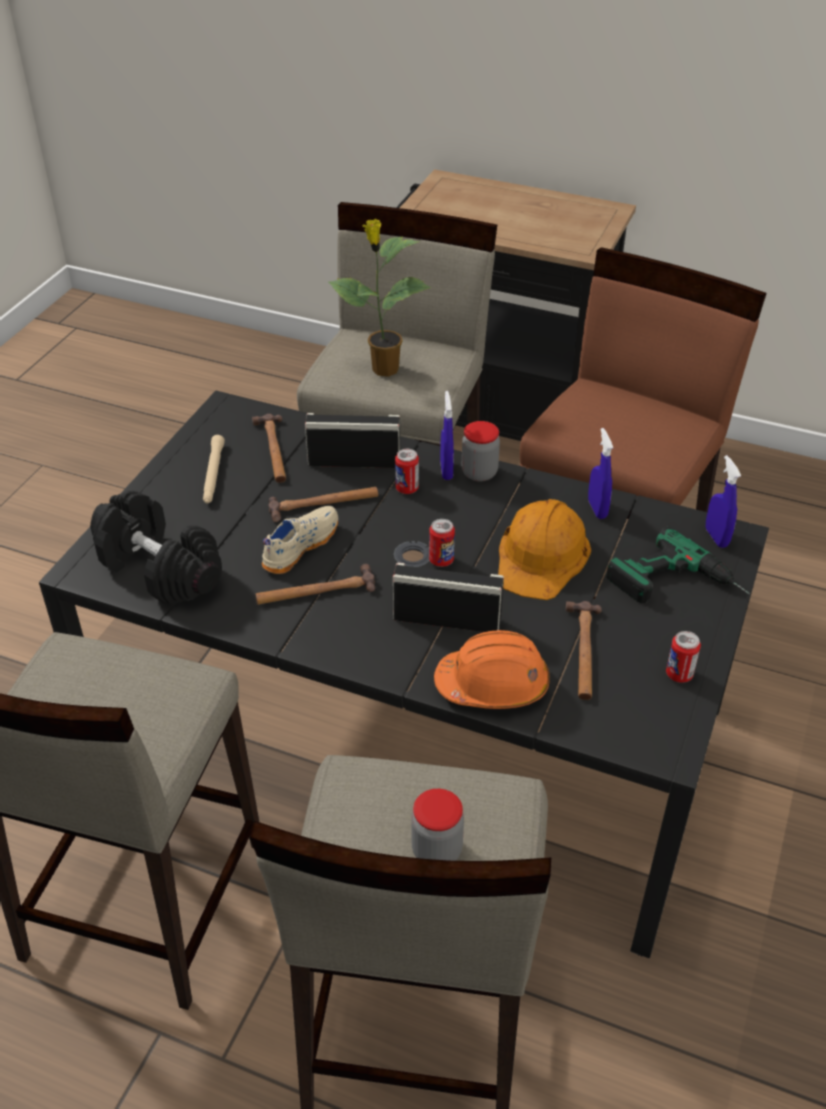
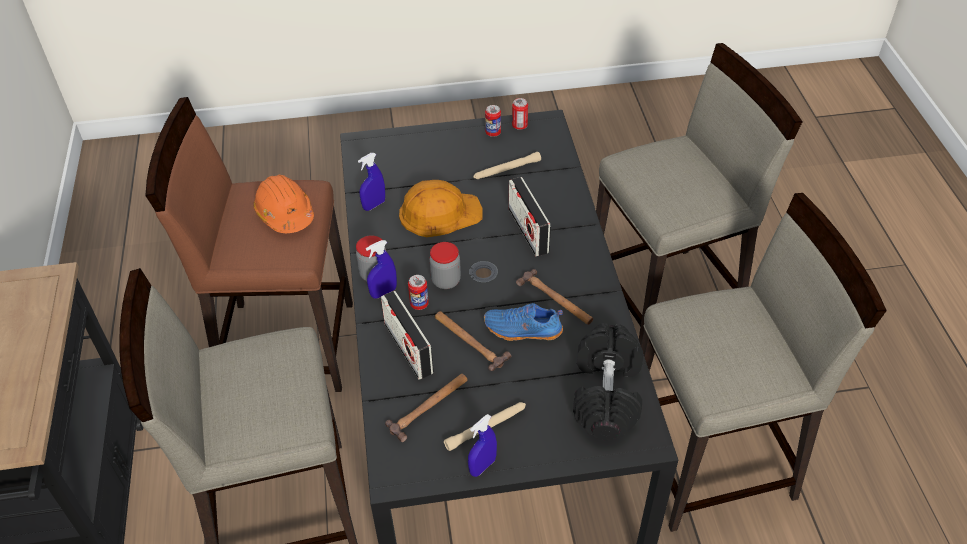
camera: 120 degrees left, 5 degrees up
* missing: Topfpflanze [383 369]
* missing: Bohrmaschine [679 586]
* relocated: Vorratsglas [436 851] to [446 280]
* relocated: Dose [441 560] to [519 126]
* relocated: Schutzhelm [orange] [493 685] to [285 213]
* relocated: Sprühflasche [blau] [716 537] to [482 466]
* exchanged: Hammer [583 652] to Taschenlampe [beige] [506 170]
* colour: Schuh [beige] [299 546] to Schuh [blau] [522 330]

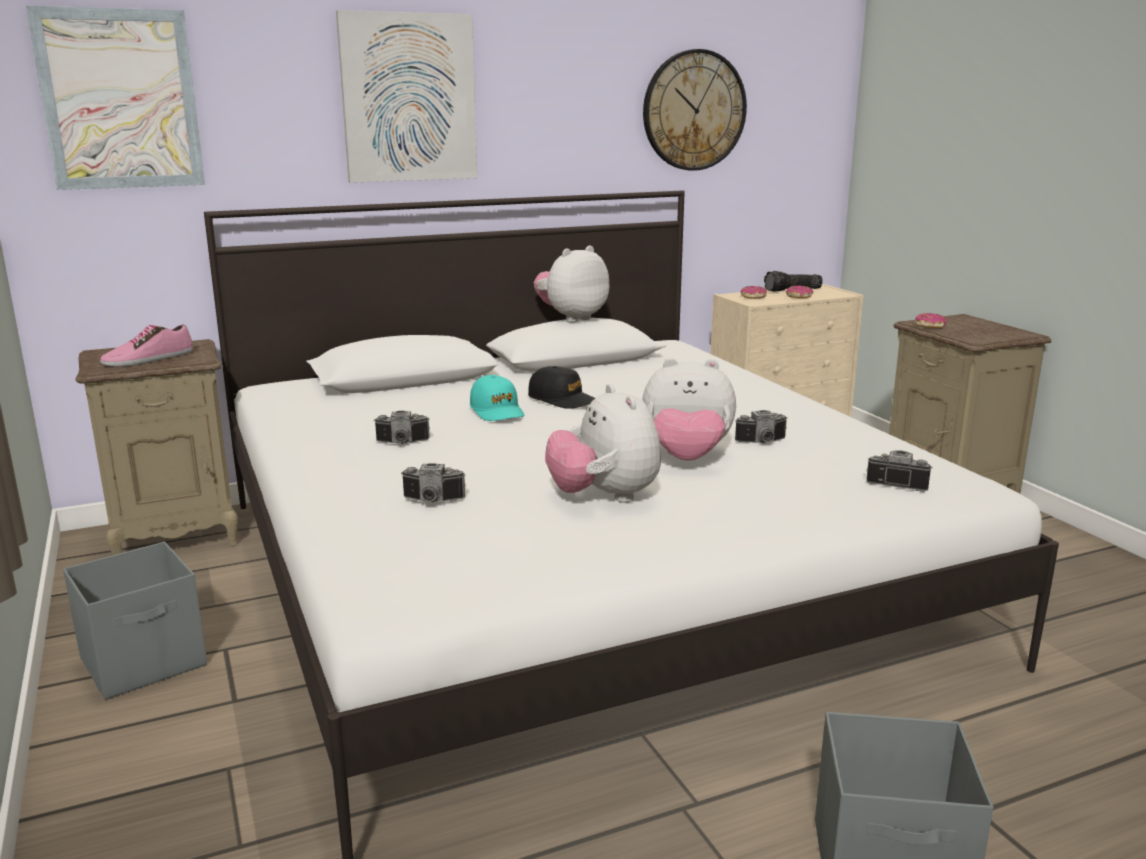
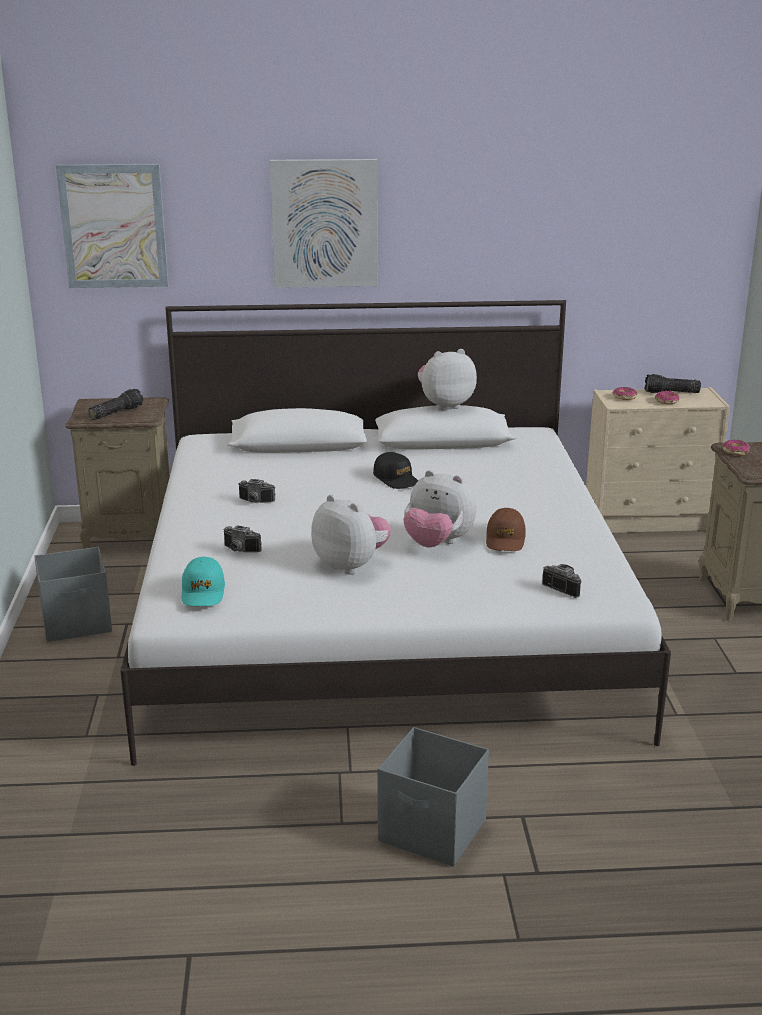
camera: 20 degrees right, 5 degrees up
* missing: Wanduhr [694 110]
* relocated: Kappe [türkis] [497 411] to [203 592]
* exchanged: Schuh [148 359] to Taschenlampe [116 412]
* exchanged: Kamera [763 442] to Kappe [braun] [505 539]
* spun: Plüschtier [604 497] = [351 565] 135 degrees clockwise

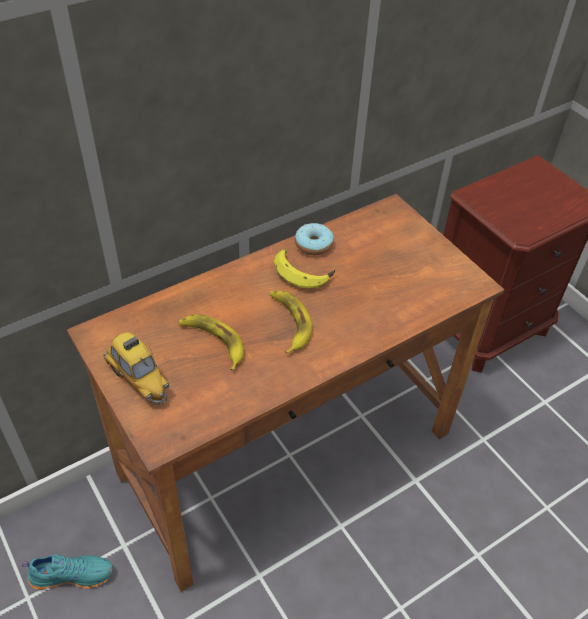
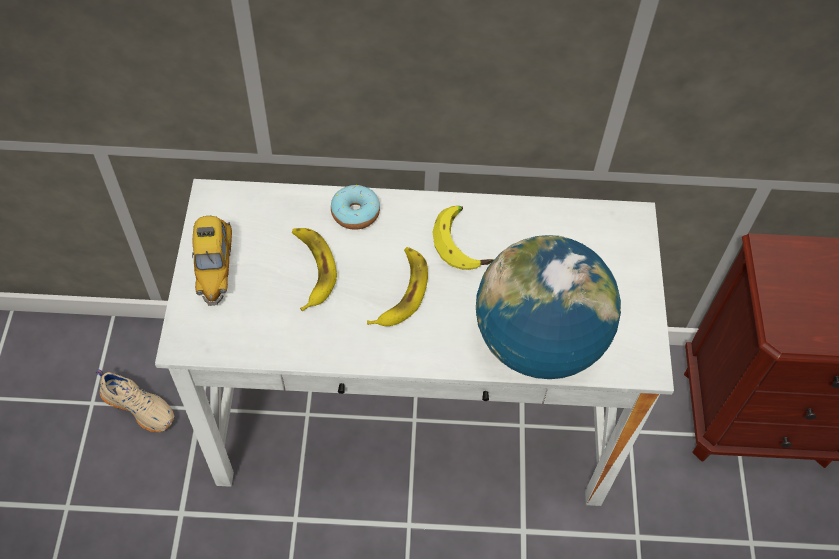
camera: 35 degrees right, 10 degrees up
* appeared: Globus [538 342]
* relocated: Donut [313 245] to [355 213]
* colour: Schuh [türkis] [72 574] to Schuh [beige] [140 406]
* colour: Schreibtisch [braun] [286 452] to Schreibtisch [weiß] [413 416]

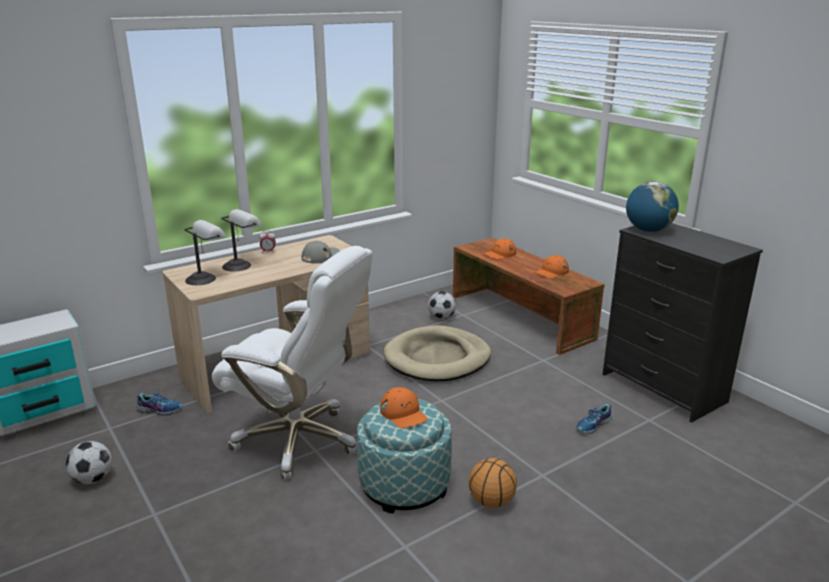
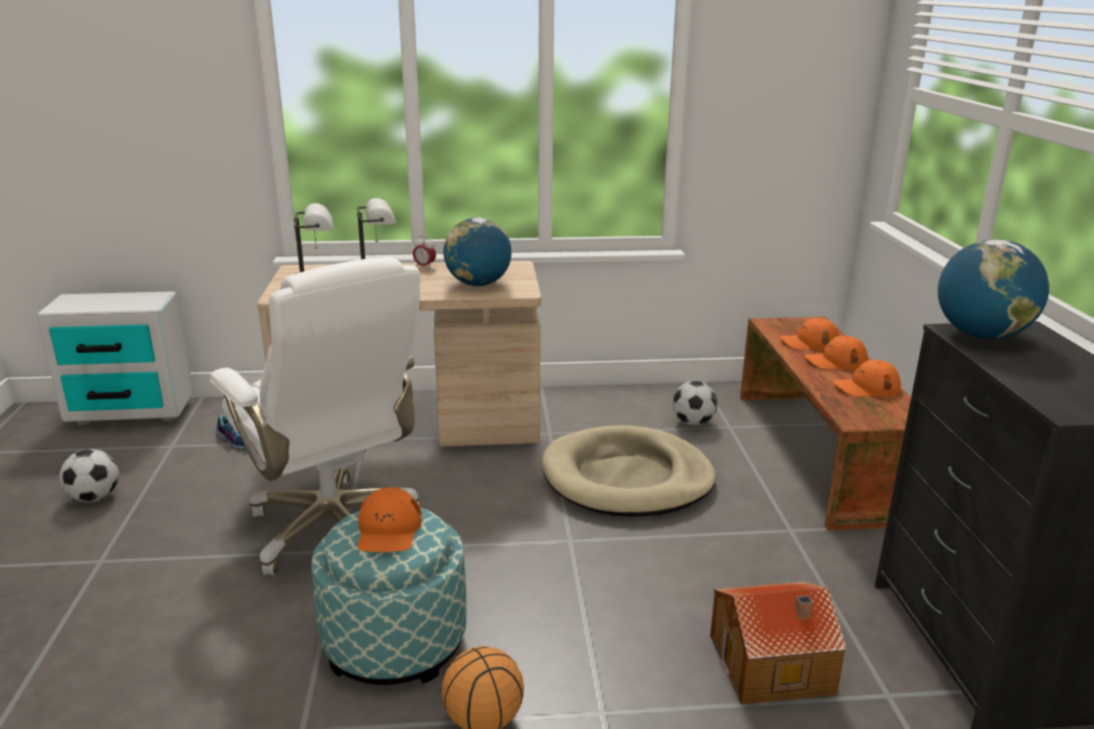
camera: 30 degrees right, 0 degrees up
* appeared: Kappe [orange] [835 361]
* exchanged: Kappe [grau] [321 256] to Globus [478 284]
* exchanged: Schuh [593 425] to Spielzeughaus [773 665]

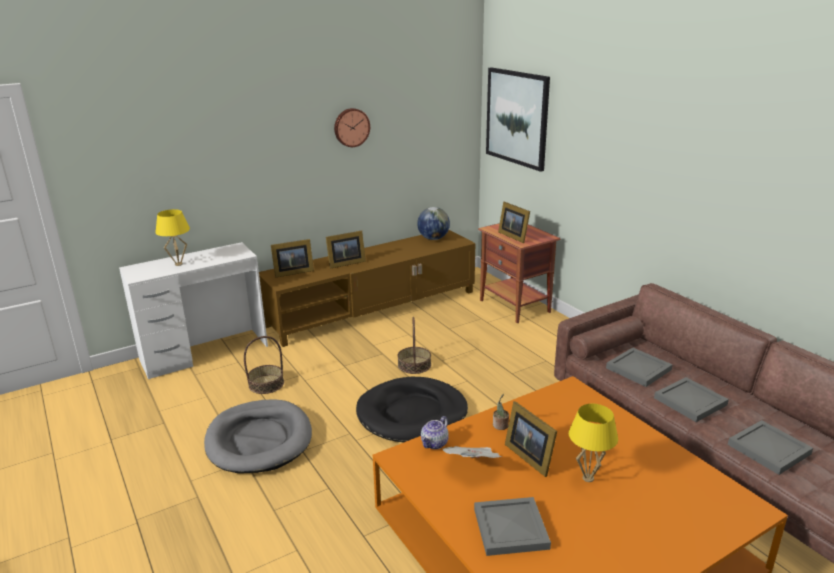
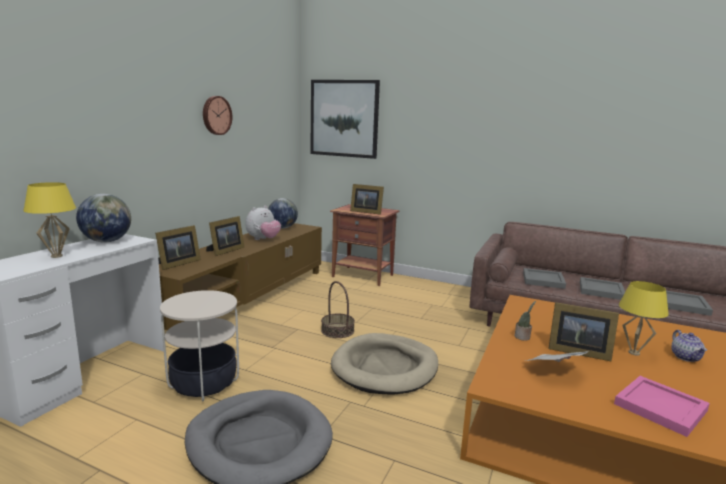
camera: 35 degrees left, 10 degrees down
* appeared: Globus [107 241]
* appeared: Plüschtier [263 239]
* relocated: Teekanne [434 444] to [686 357]
* exchanged: Korb [266 384] to Beistelltisch [beige] [204 385]
* colour: Hundebett [schwarz] [412 414] to Hundebett [beige] [385 367]
* colour: Tablett [grau] [511 527] to Tablett [rosa] [659 406]

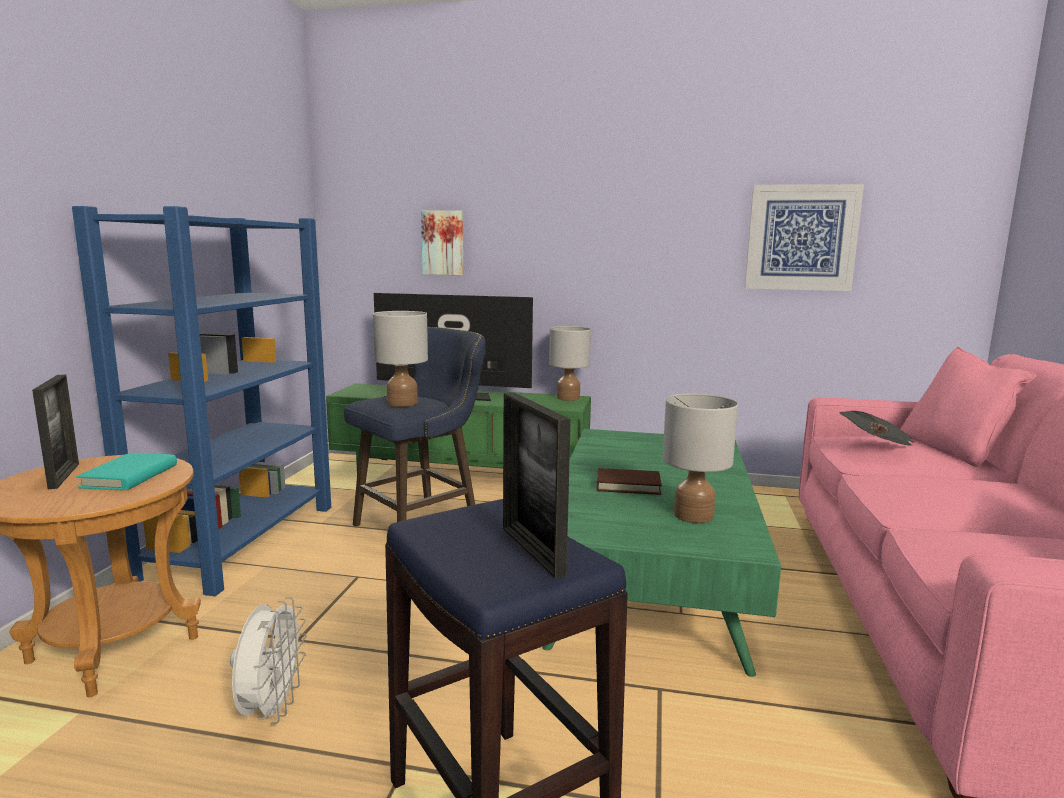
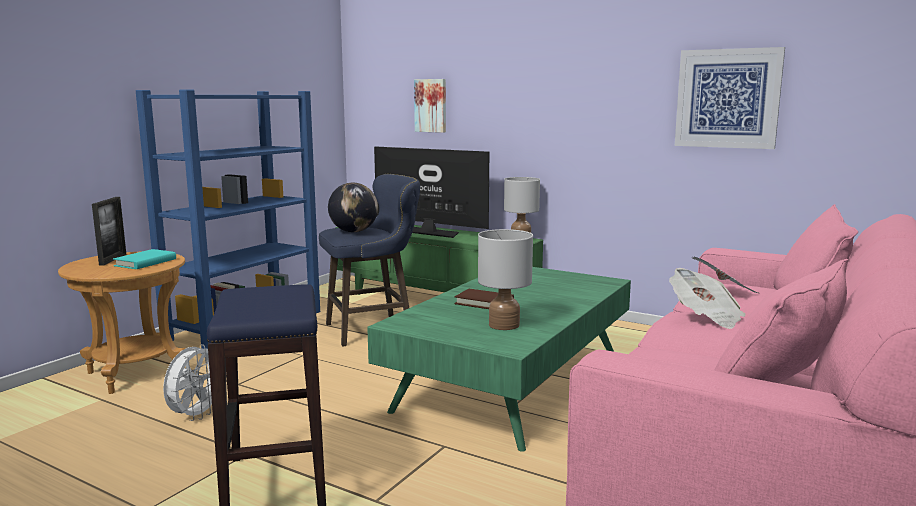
camera: 20 degrees right, 0 degrees up
* missing: Bilderrahmen [532 550]
* appeared: Zeitung [705 317]
* exchanged: Tischlampe [grau] [402 403] to Globus [354 231]

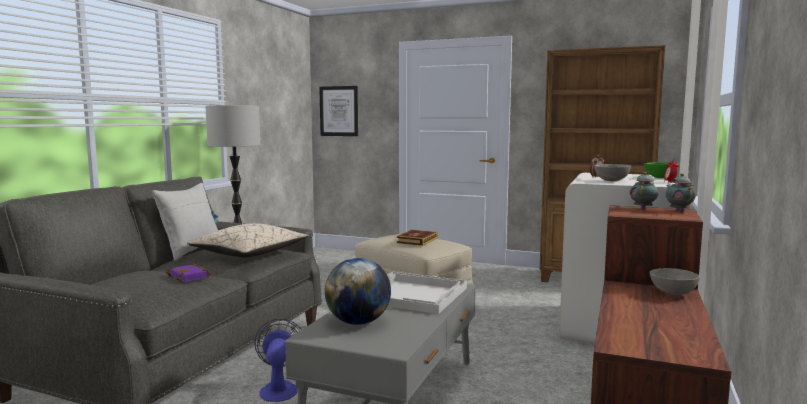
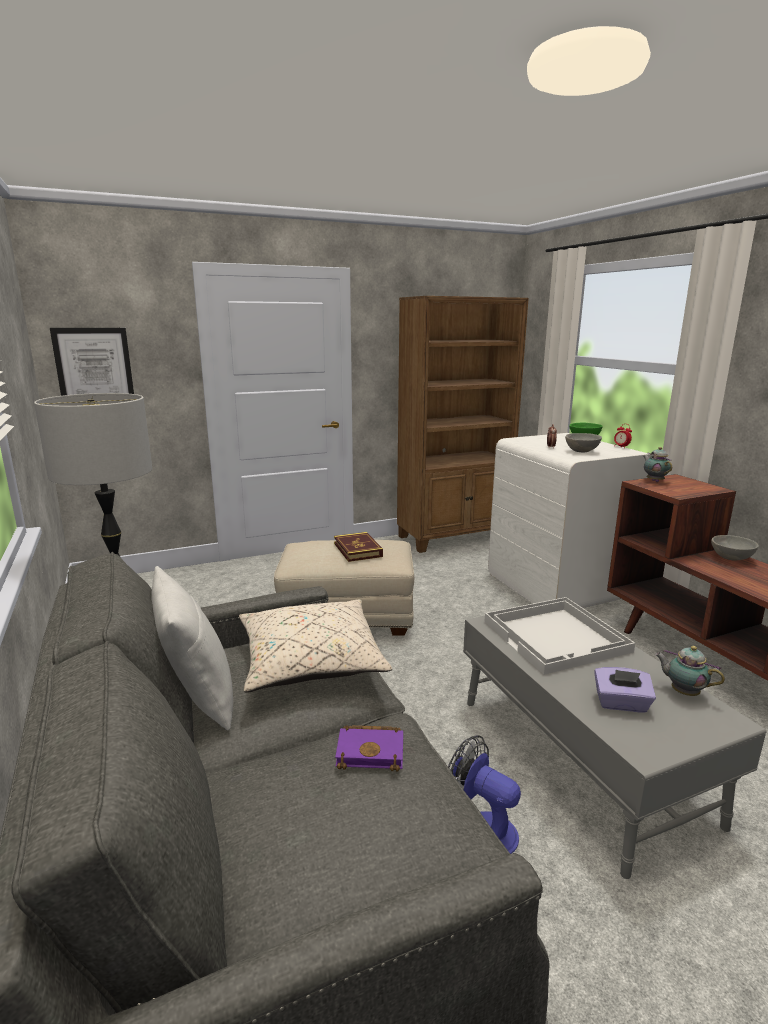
camera: 45 degrees left, 10 degrees up
* relocated: Teekanne [678 211] to [682 692]
* exchanged: Globus [358 322] to Taschentuchbox [lila] [621 703]

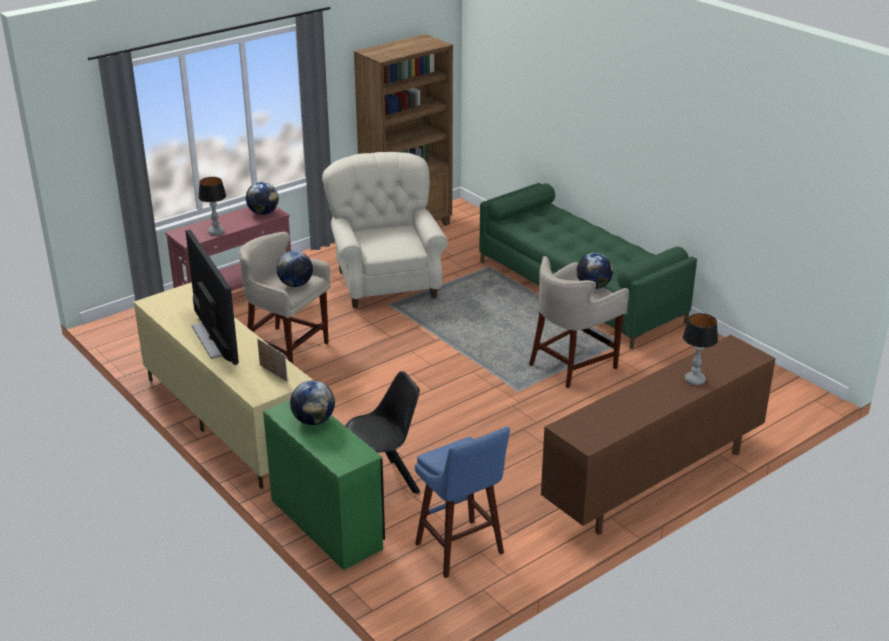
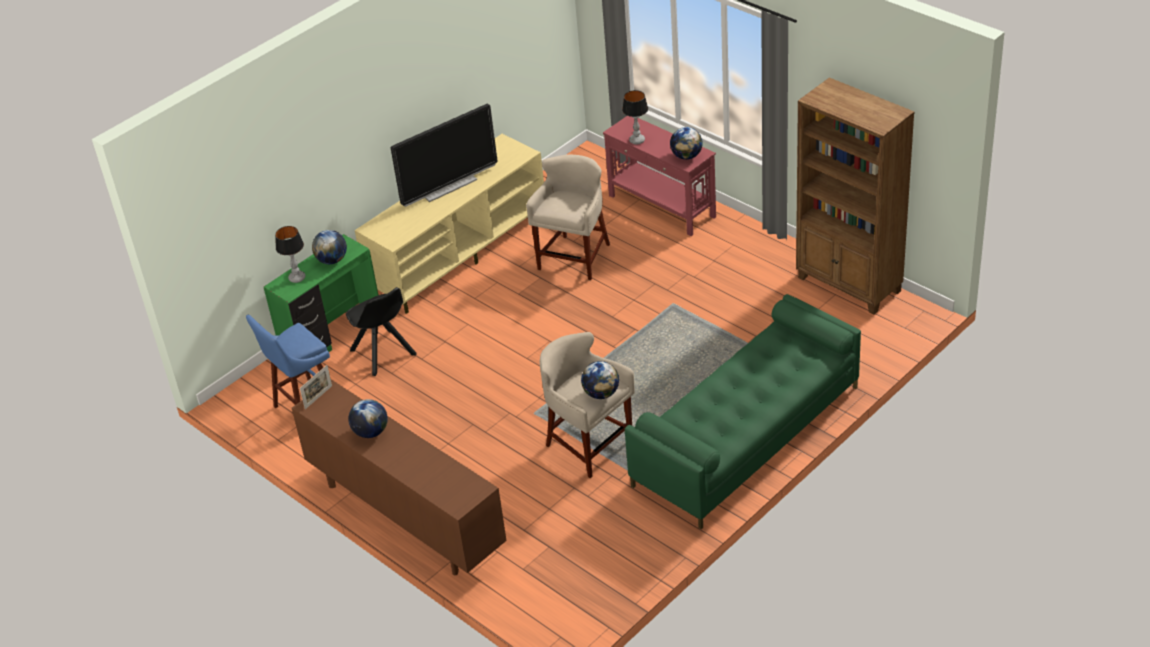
camera: 85 degrees right, 10 degrees up
* missing: Sessel [beige] [385 282]
* relocated: Bilderrahmen [273 373] to [318 397]
* relocated: Globus [296 284] to [371 432]
* relocated: Tischlampe [695 380] to [297 278]

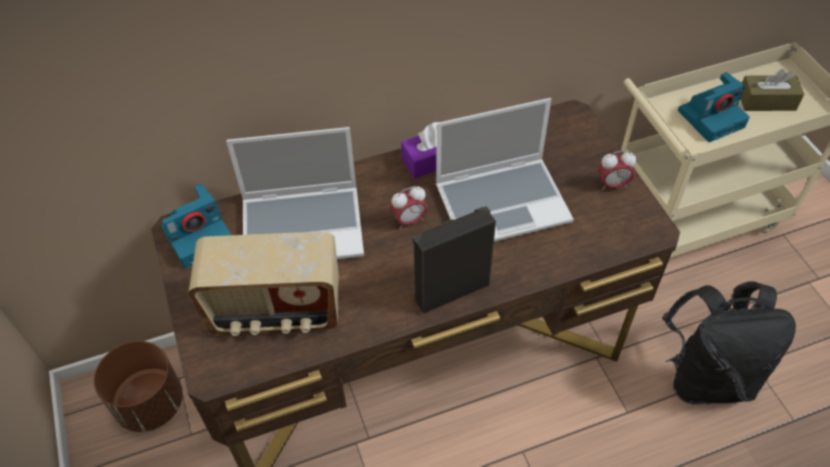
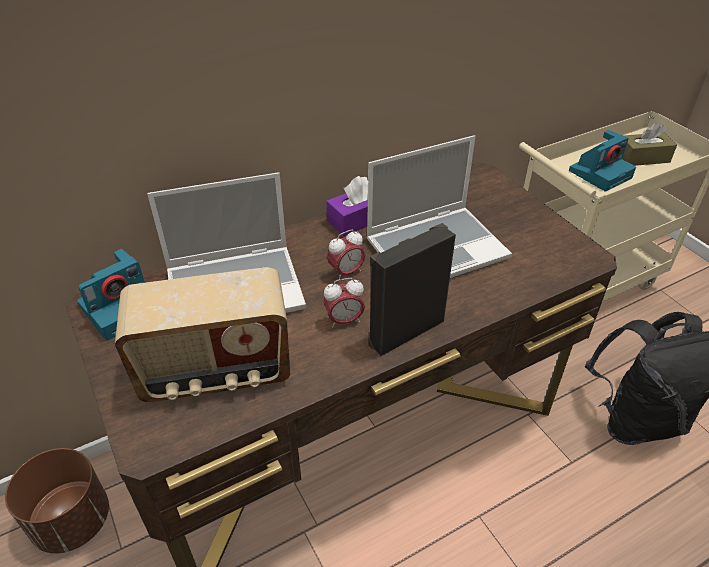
camera: 10 degrees left, 10 degrees down
* relocated: Wecker [612 184] to [344 320]

